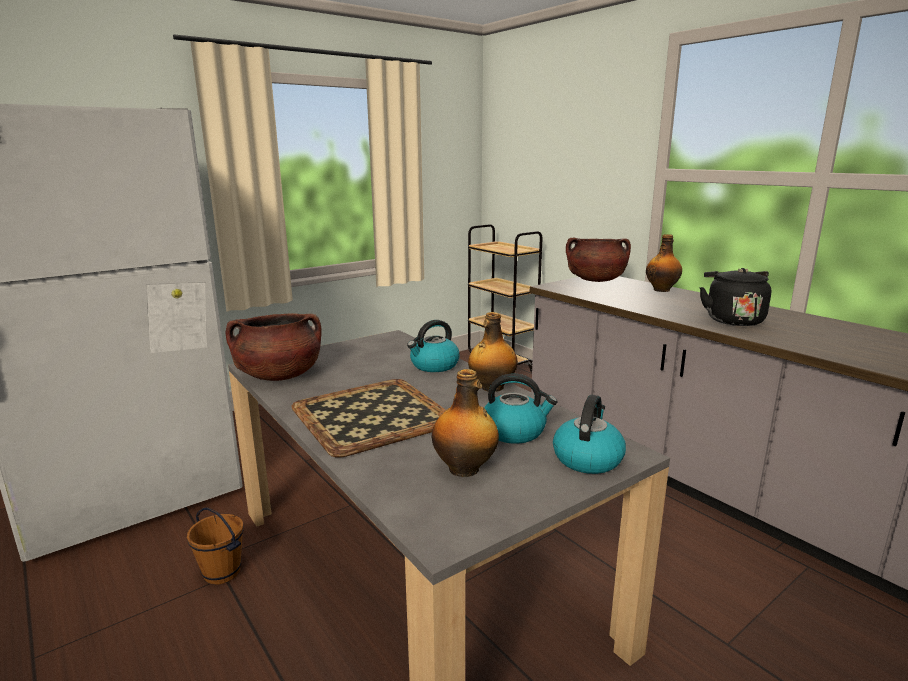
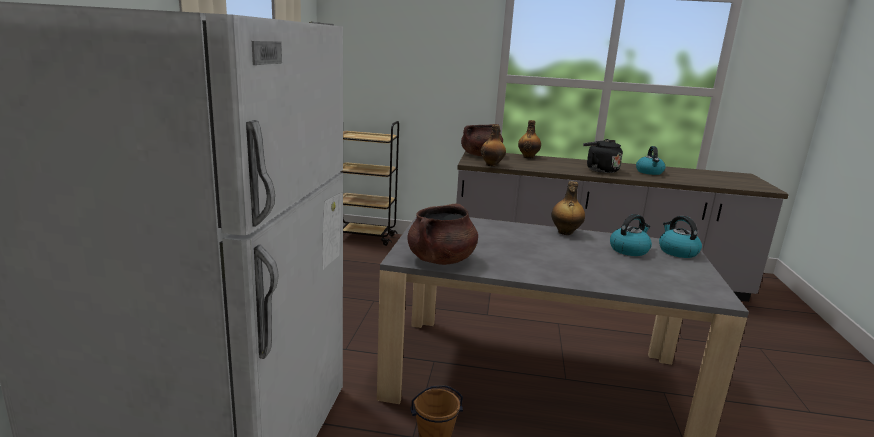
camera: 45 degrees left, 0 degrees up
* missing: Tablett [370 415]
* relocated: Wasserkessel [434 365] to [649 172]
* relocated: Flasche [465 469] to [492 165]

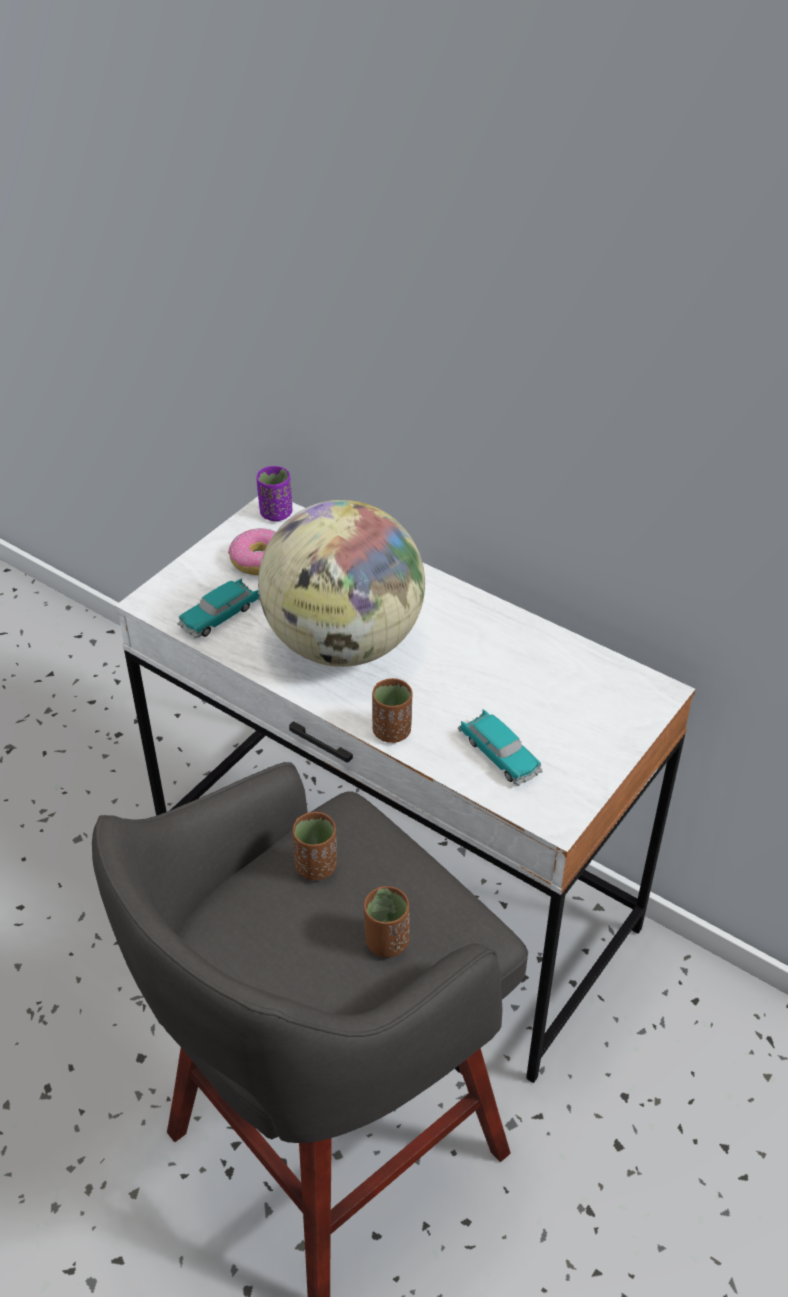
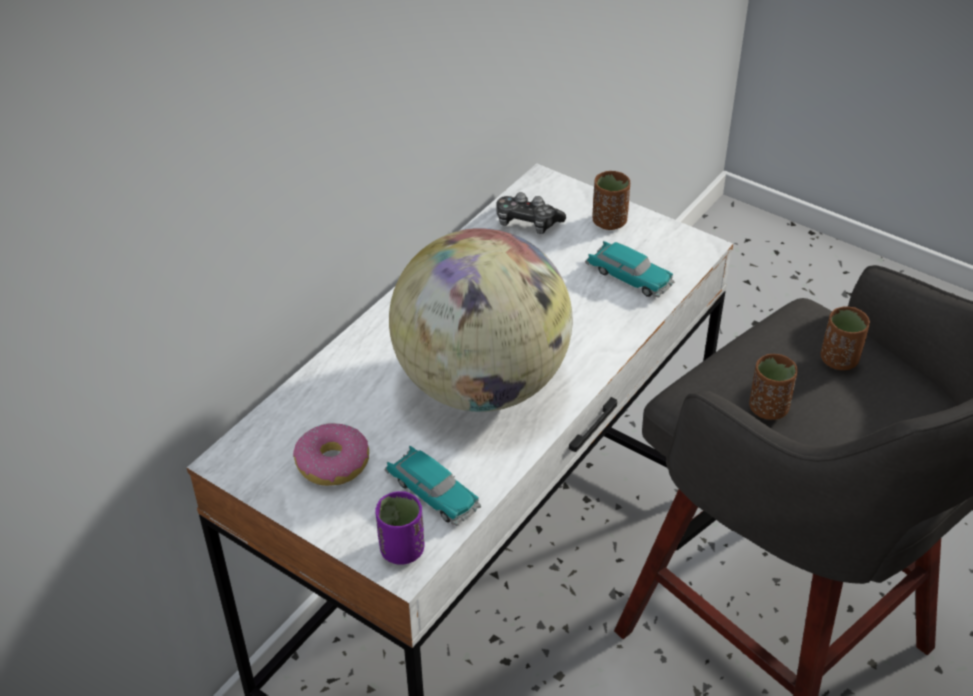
camera: 90 degrees left, 0 degrees up
* appeared: Gamepad [527 222]
* relocated: Tasse [lila] [276 513] to [402 549]
* relocated: Tasse [braun] [392 731] to [609 221]
* spun: Spielzeugauto [499 754] = [629 277] 75 degrees clockwise

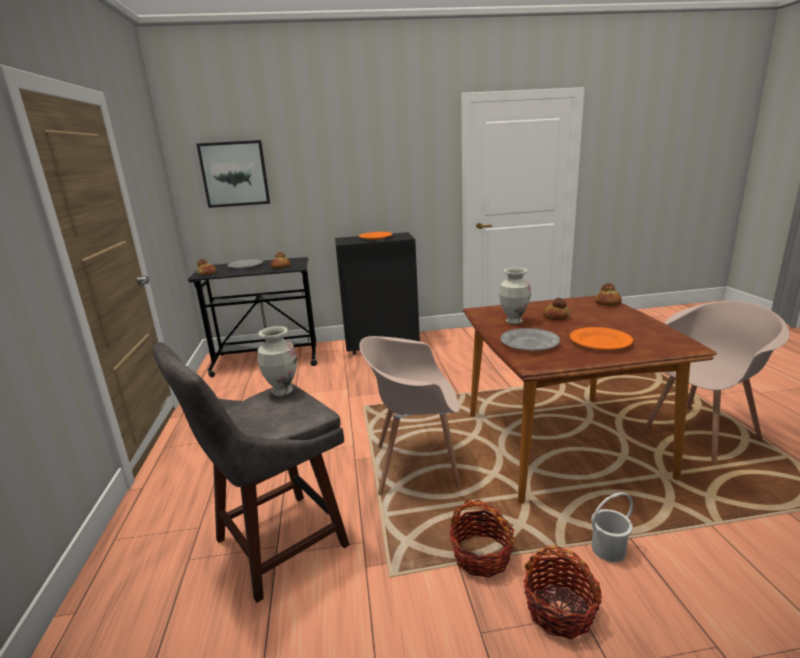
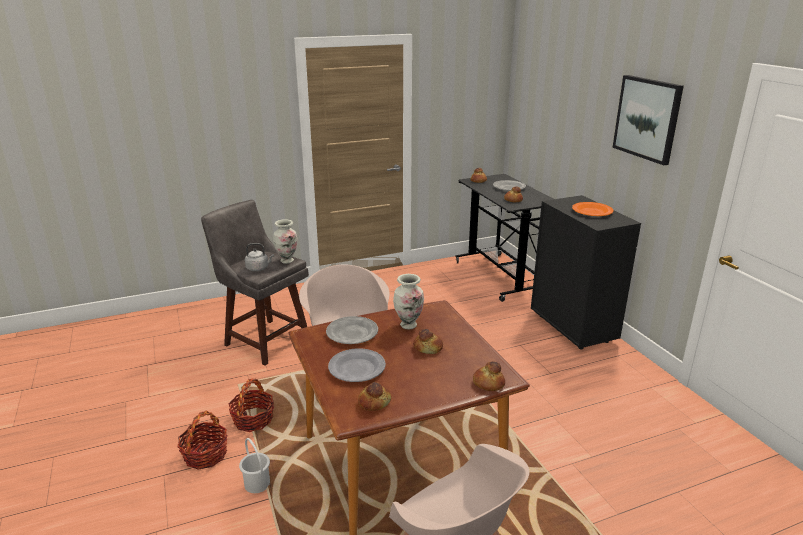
camera: 75 degrees right, 5 degrees up
* appeared: Wasserkessel [grau] [258 268]
* appeared: Brot [374 402]
* relocated: Bild [234 174] to [647 118]
* colour: Teller [orange] [600 342] to Teller [grau] [356 368]

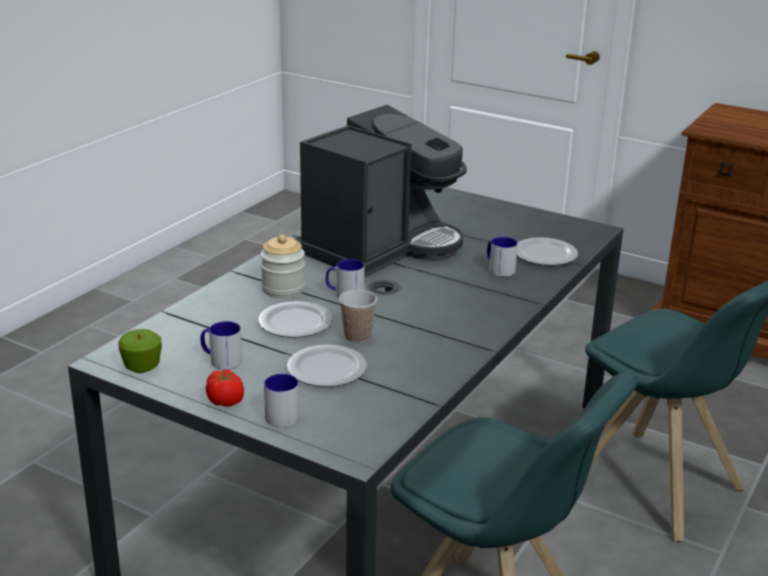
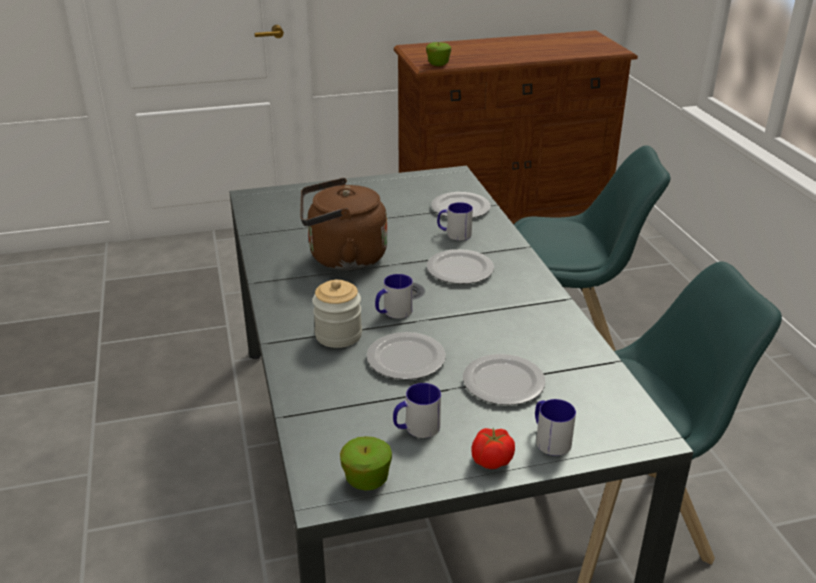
camera: 45 degrees left, 5 degrees up
* missing: Tasse [357 336]
* appeared: Apfel [438 64]
* appeared: Teller [460 270]
* exchanged: Kaffeemaschine [380 247] to Wasserkessel [braun] [342 258]

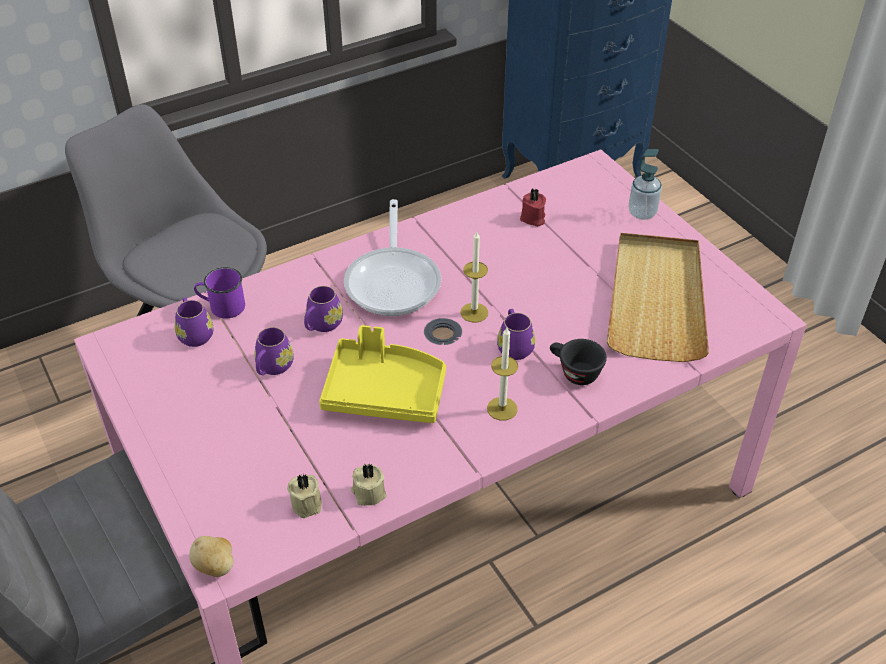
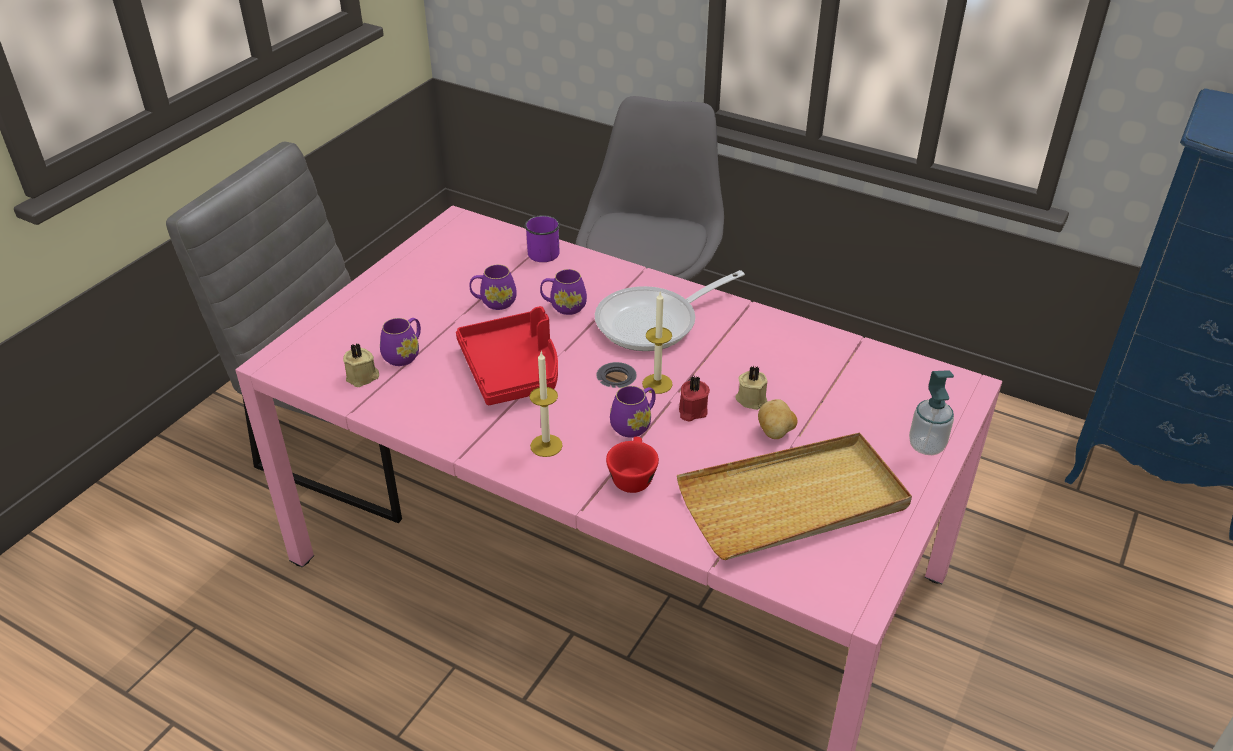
camera: 60 degrees right, 5 degrees down
* relocated: Henkelbecher [lila] [194 333] to [404 354]
* relocated: Kartoffel [215 566] to [775 432]
* relocated: Kerze [beige] [368 493] to [751 398]
* relocated: Kerze [rot] [533 218] to [691 411]
* colour: Tablett [gelb] [384 392] to Tablett [rot] [513 370]
* colour: Tasse [schwarz] [574 372] to Tasse [rot] [632 476]

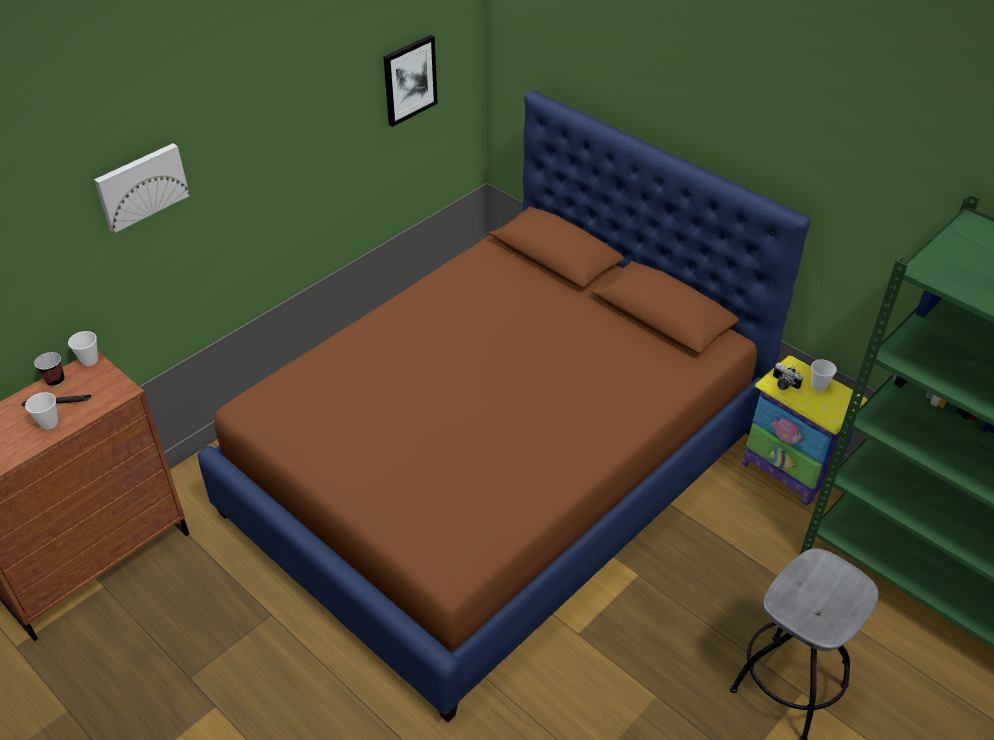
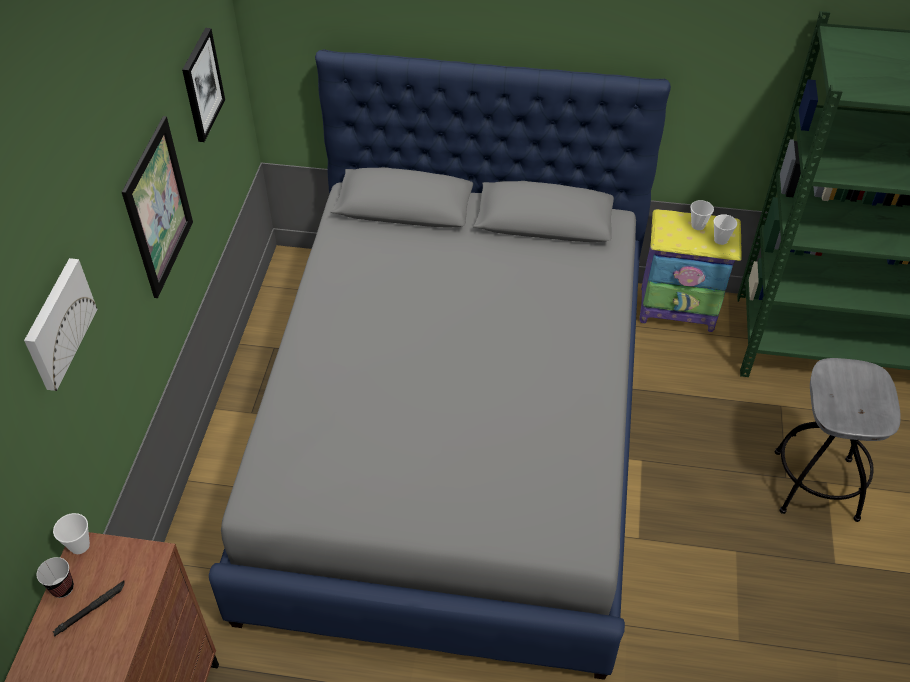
camera: 35 degrees left, 5 degrees up
* missing: Kamera [783 384]
* appeared: Bild [158 208]
* relocated: Tasse [49 423] to [720 240]
* colour: Bett [braun] [498 470] to Bett [grau] [455 435]

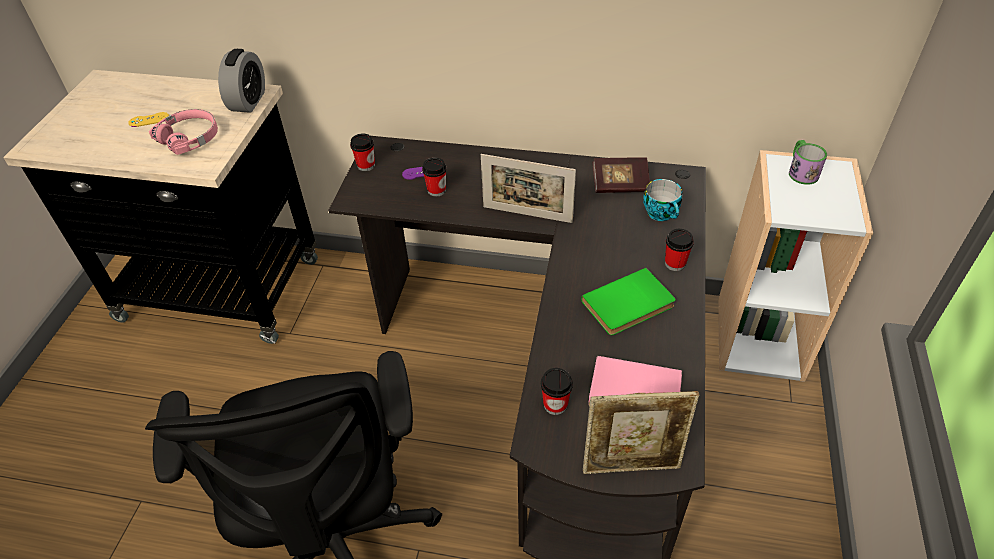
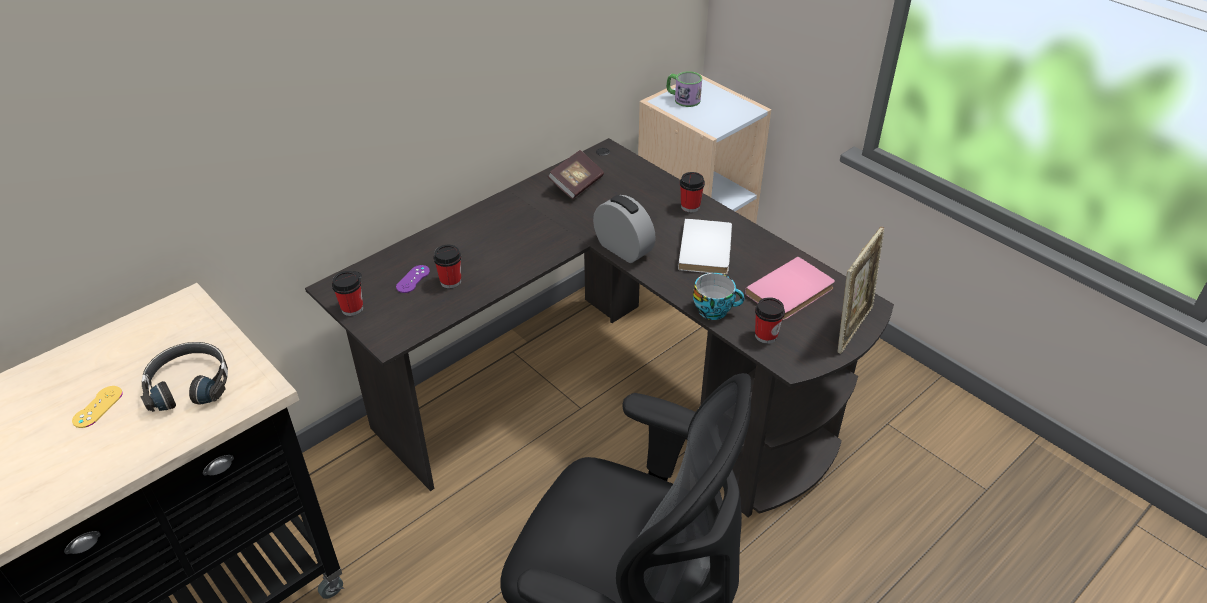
camera: 55 degrees left, 5 degrees down
* missing: Bilderrahmen [527 214]
* relocated: Wecker [248 101] to [623 249]
* relocated: Tasse [662 213] to [715 310]
* colour: Kopfhörer [rosa] [190 138] to Kopfhörer [schwarz] [189 384]
* colour: Buch [grün] [629 305] to Buch [weiß] [708 249]

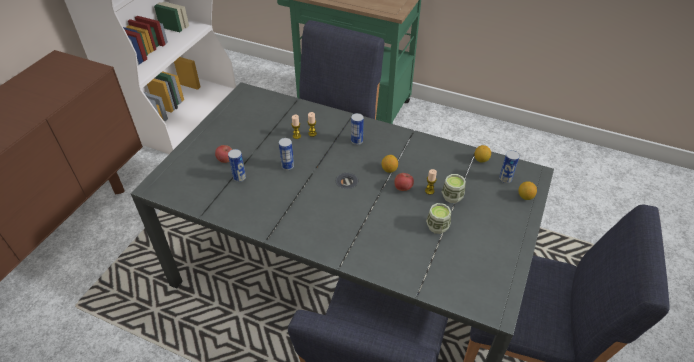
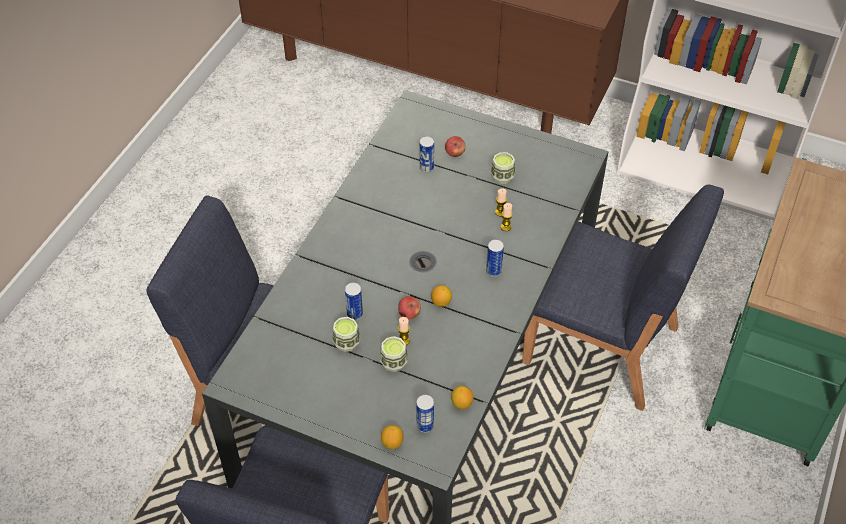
camera: 90 degrees right, 5 degrees up
* appeared: Tasse [502 177]
* relocated: Dose [287 166] to [354 314]

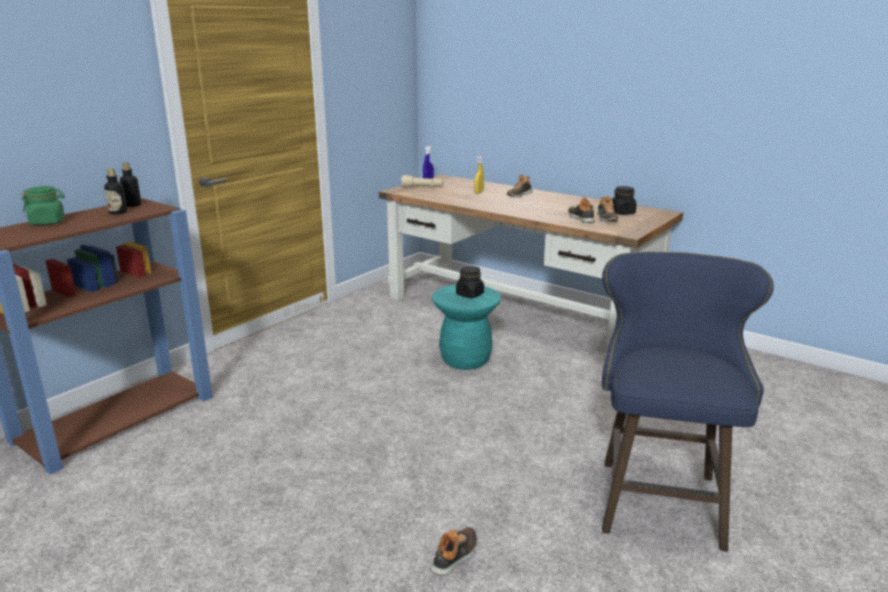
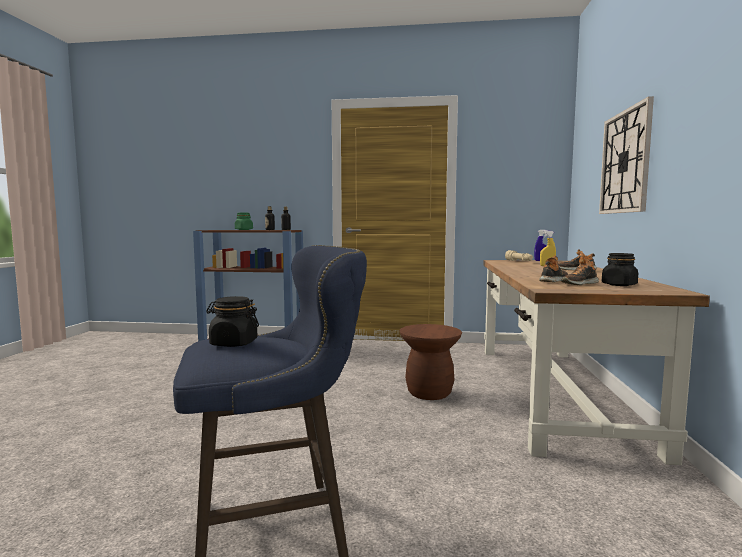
camera: 60 degrees right, 15 degrees down
* missing: Schuh [455 556]
* appeared: Wanduhr [625 162]
* relocated: Vorratsglas [schwarz] [469 294] to [233 343]
* colour: Hocker [türkis] [465 360] to Hocker [braun] [429 393]

